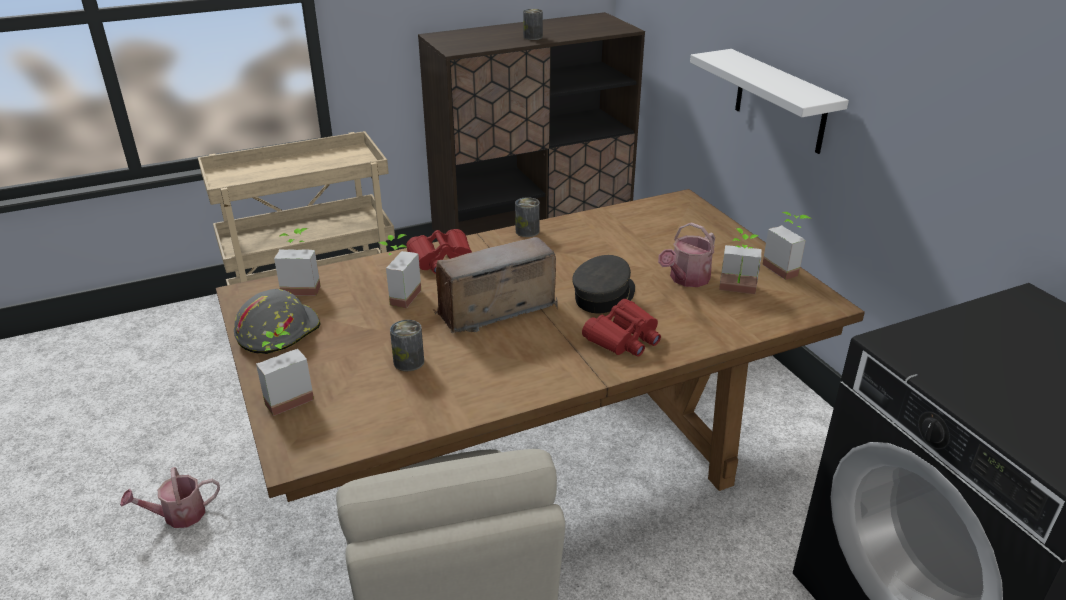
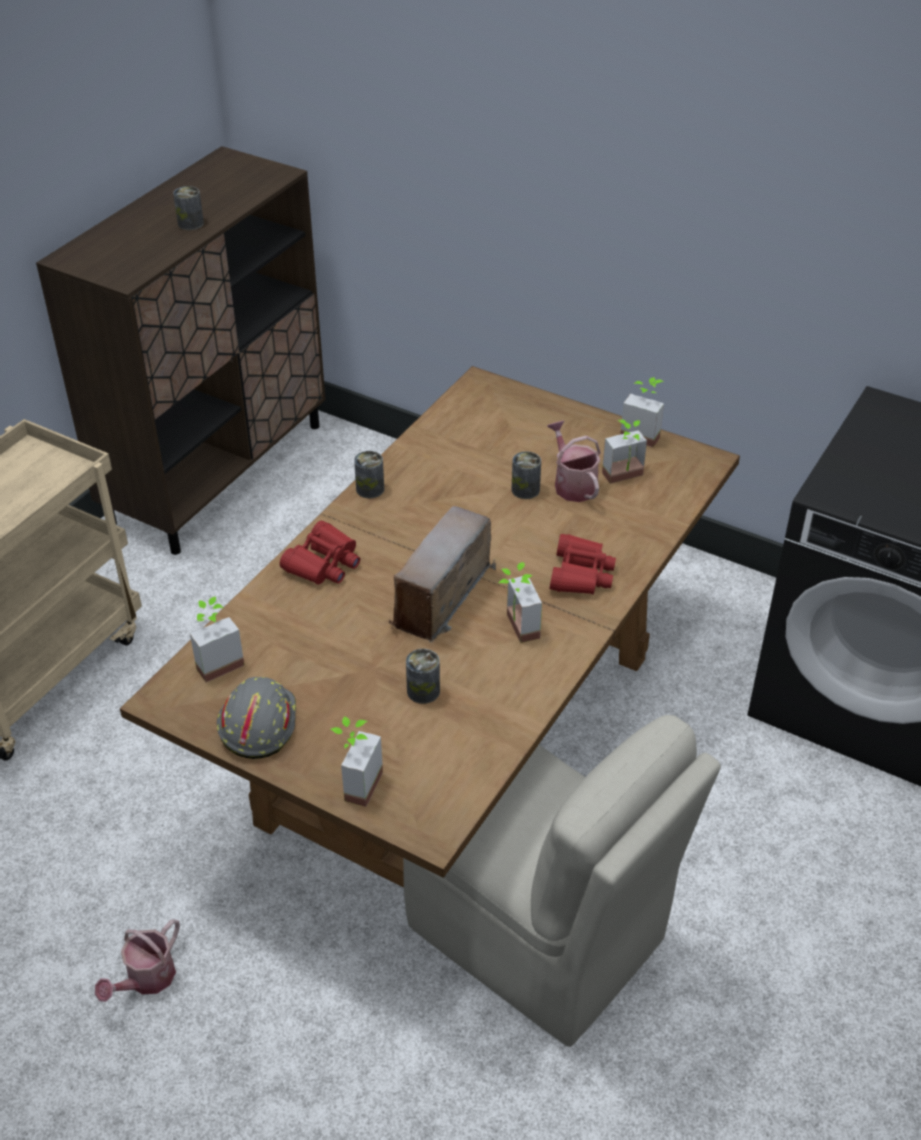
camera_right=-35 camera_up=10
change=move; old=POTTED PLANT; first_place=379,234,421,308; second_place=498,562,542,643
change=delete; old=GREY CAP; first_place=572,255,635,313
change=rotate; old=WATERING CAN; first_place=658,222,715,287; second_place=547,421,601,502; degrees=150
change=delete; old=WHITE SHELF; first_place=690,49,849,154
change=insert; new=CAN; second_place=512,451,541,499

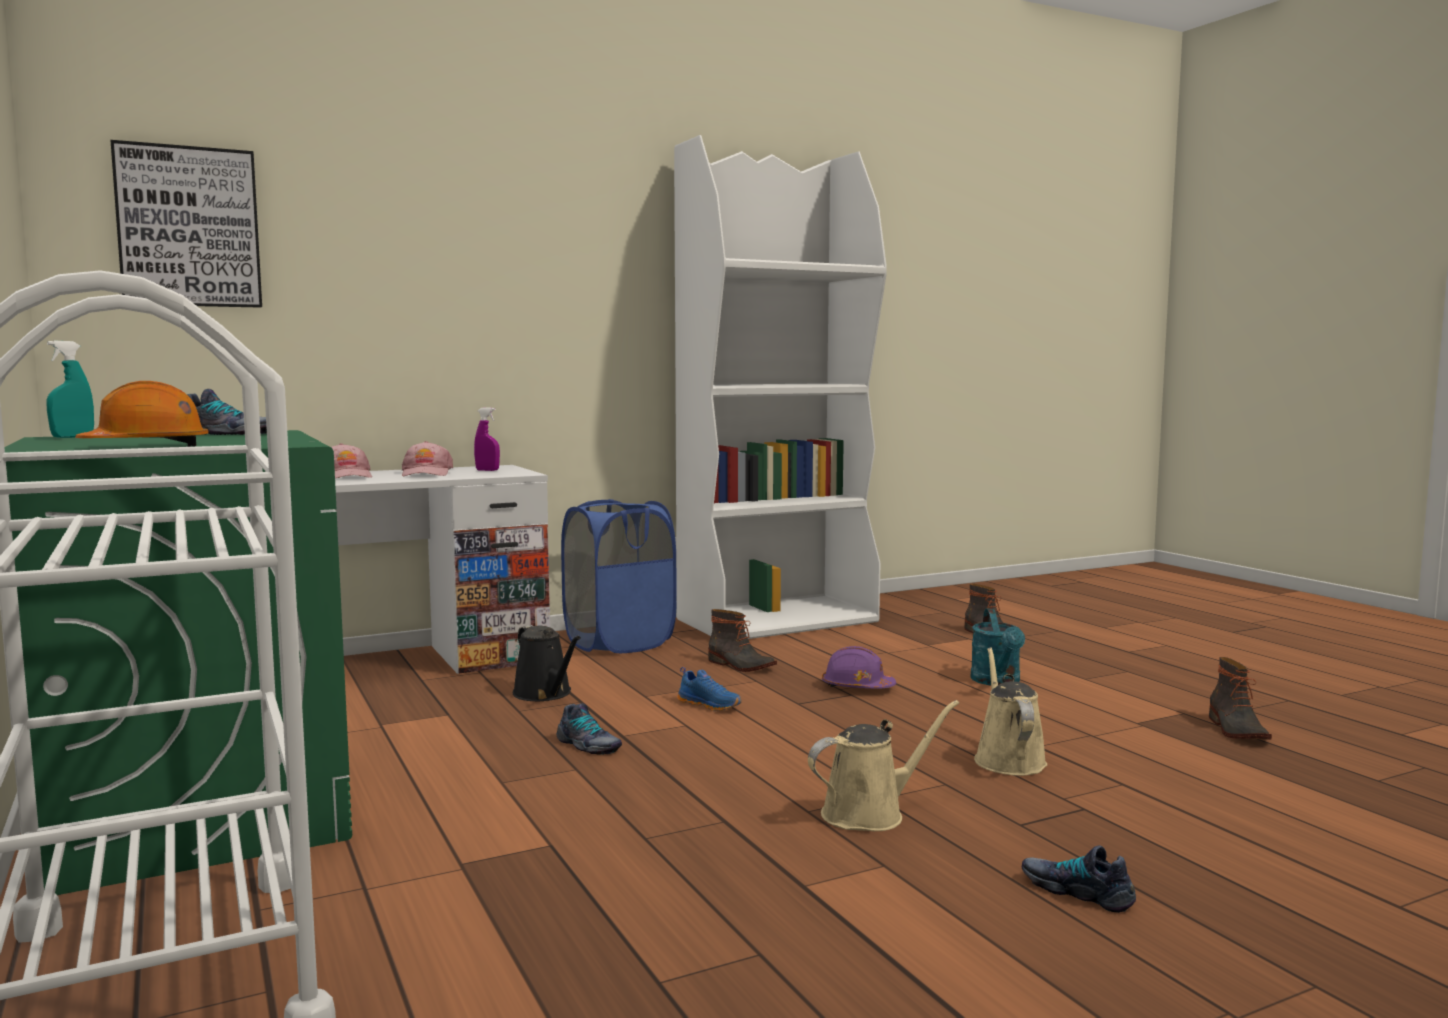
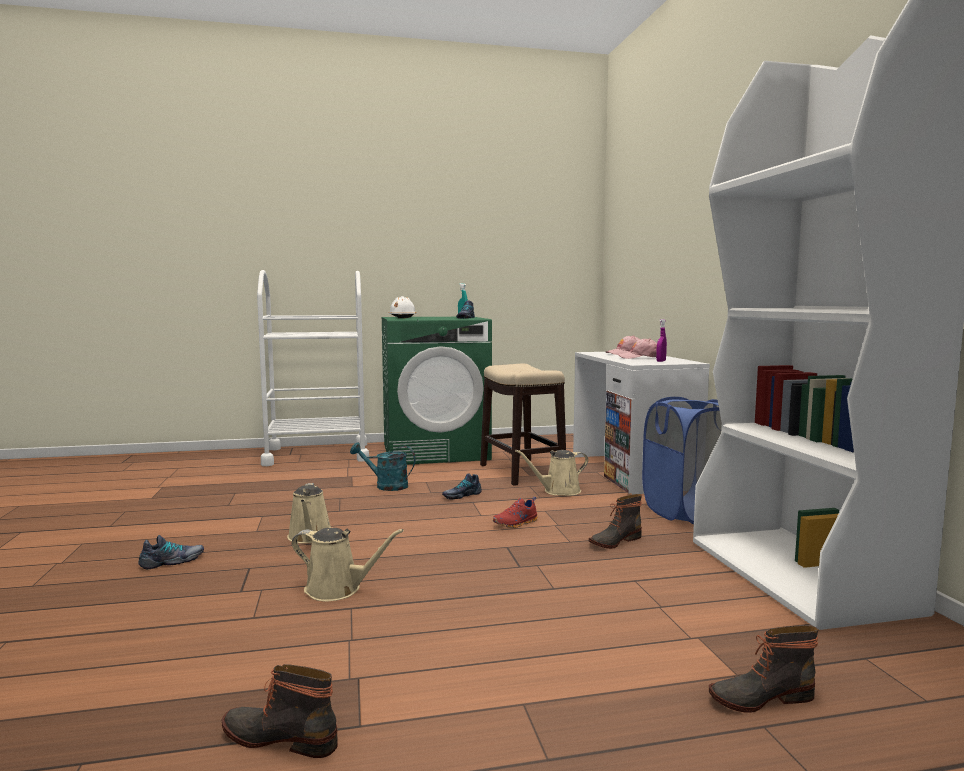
camera_right=105 camera_up=0
change=recolor; old=ORANGE HARD HAT; new=WHITE HARD HAT; first_place=75,381,209,447; second_place=388,296,417,318
change=delete; old=PICTURE; first_place=110,140,262,308
change=recolor; old=BLACK WATERING CAN; new=BEIGE WATERING CAN; first_place=513,625,581,701; second_place=515,450,588,496
change=recolor; old=BLUE SHOE; new=RED SHOE; first_place=677,667,742,711; second_place=493,497,538,528
change=delete; old=PURPLE HARD HAT; first_place=822,646,896,689
change=move; old=TURQUOISE WATERING CAN; first_place=970,608,1025,685; second_place=350,443,416,491
change=insert; new=STOOL; second_place=480,364,566,486

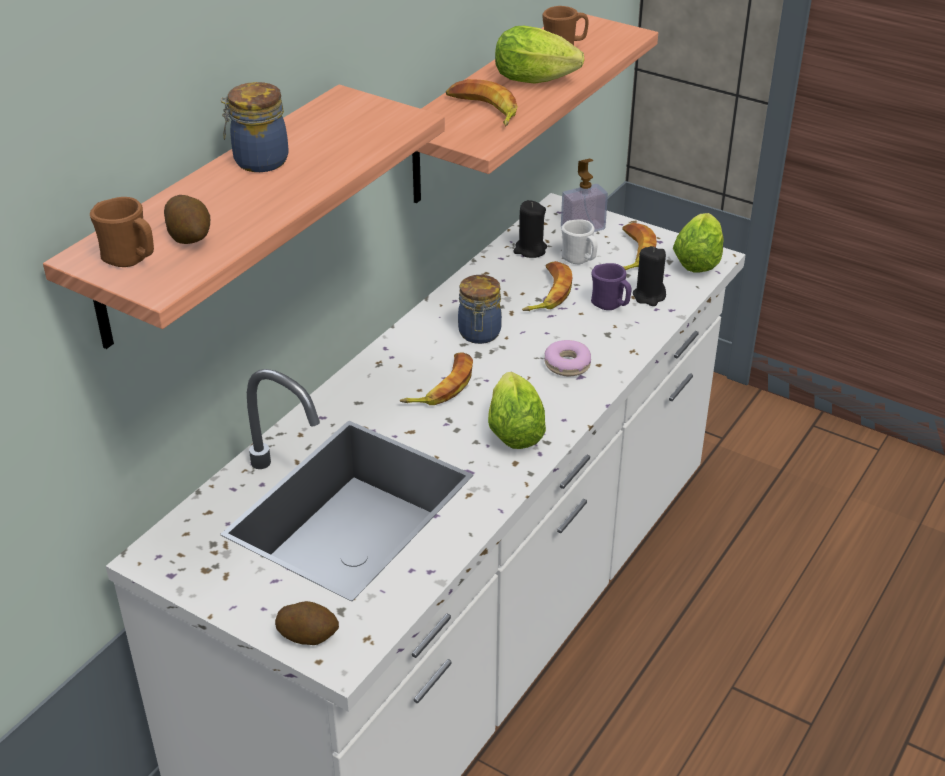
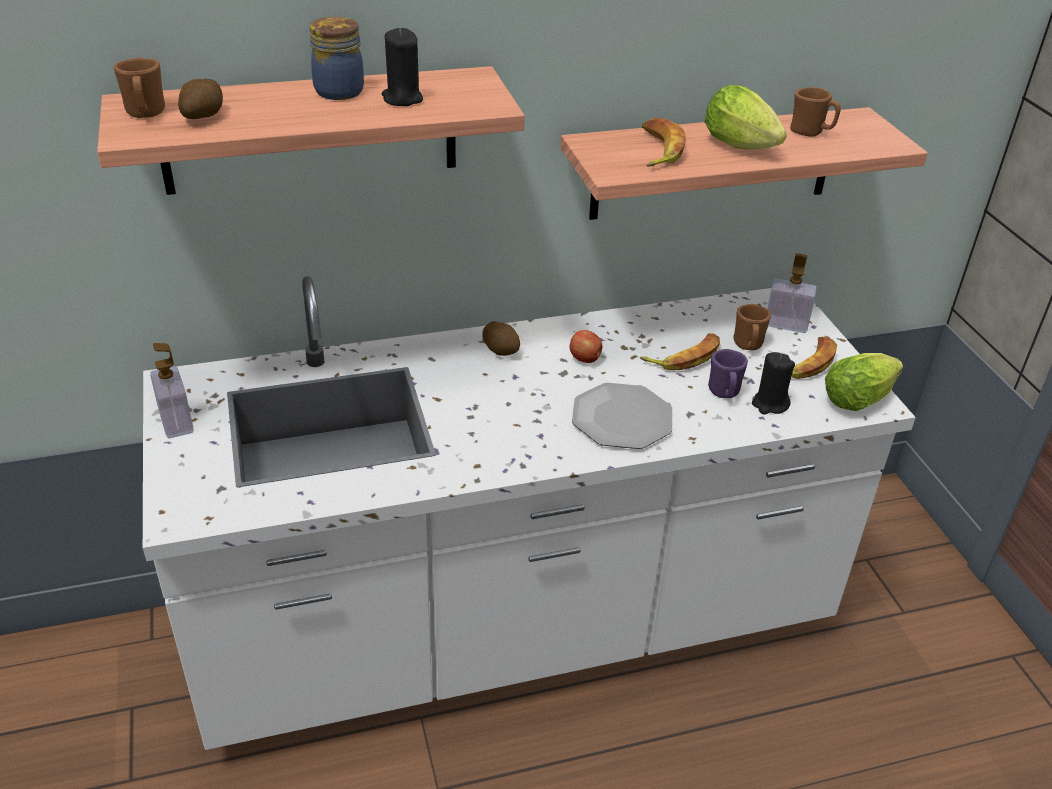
camera_right=40 camera_up=0
change=move; old=POTATO; first_place=275,601,339,645; second_place=483,321,520,356
change=delete; old=BANANA; first_place=400,352,473,405
change=replace; old=JAR; new=APPLE; first_place=458,275,502,344; second_place=570,330,602,363
change=delete; old=LETTUCE; first_place=488,372,546,449
change=move; old=BLACK CANDLE; first_place=513,200,547,258; second_place=382,28,423,106
change=replace; old=DONUT; new=PLATE; first_place=545,340,591,376; second_place=572,383,672,449
change=recolor; old=WHITE MUG; new=BROWN MUG; first_place=561,220,598,264; second_place=734,304,771,350
change=insert; new=SOAP DISPENSER; second_place=150,343,194,438

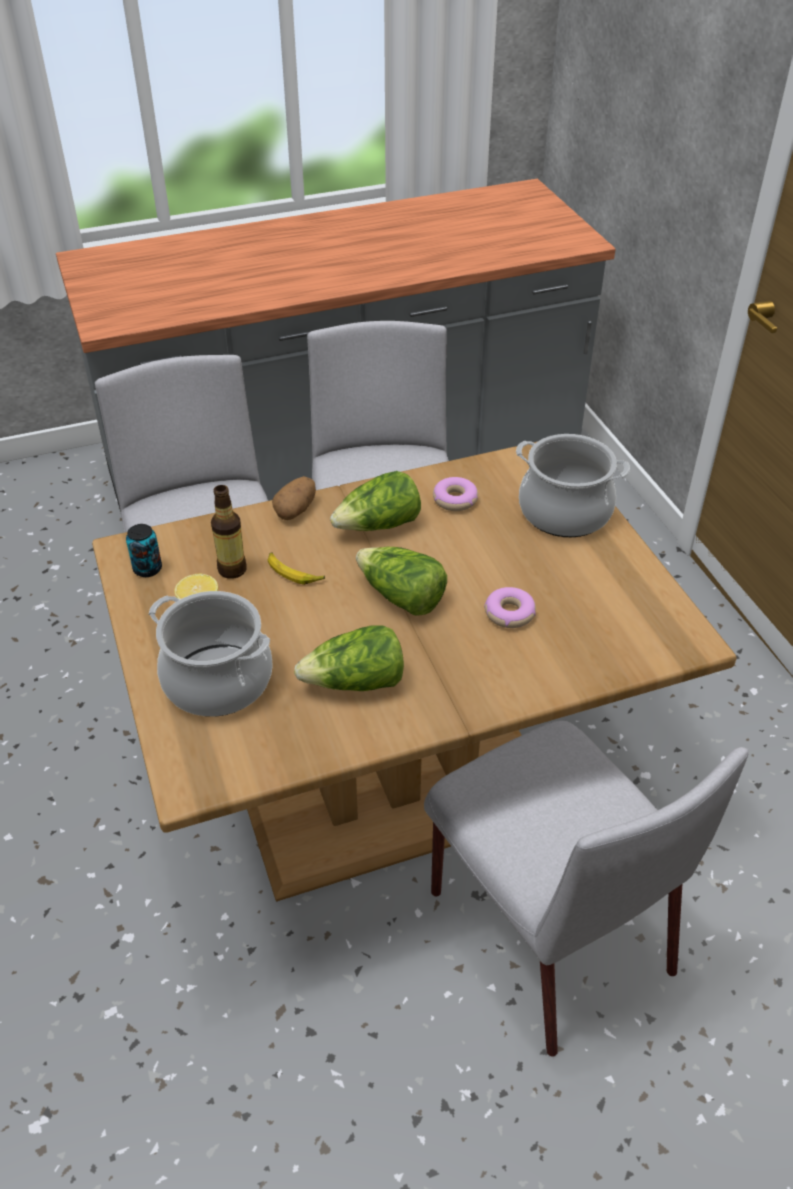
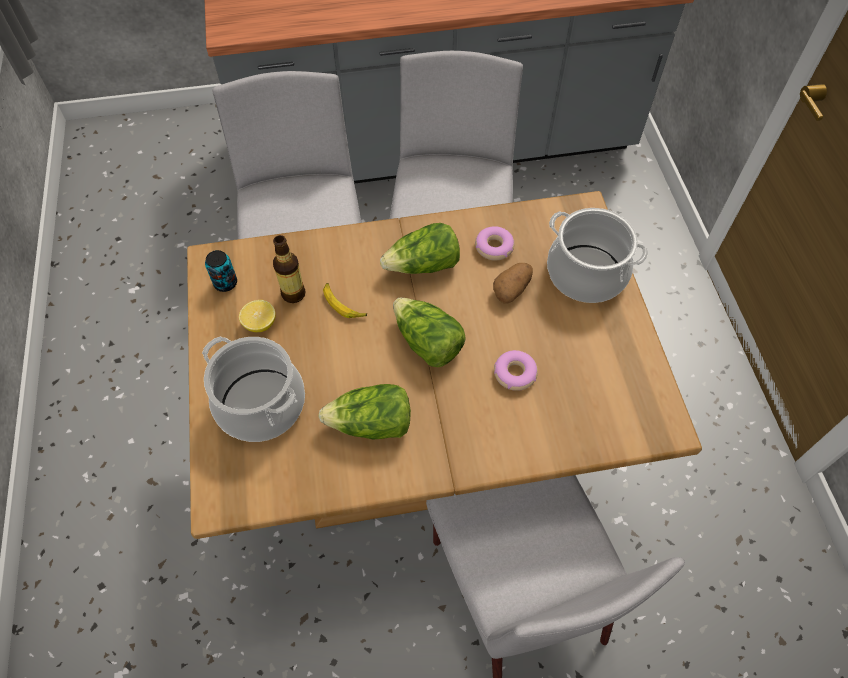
camera_right=10 camera_up=15
change=move; old=POTATO; first_place=272,476,316,520; second_place=493,263,533,304

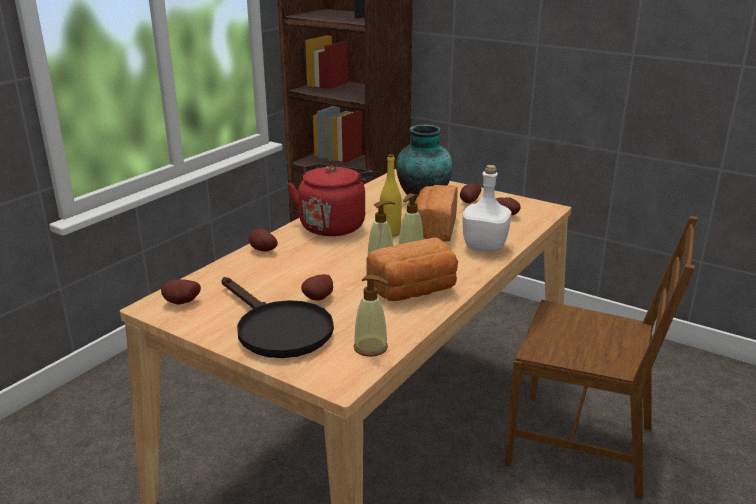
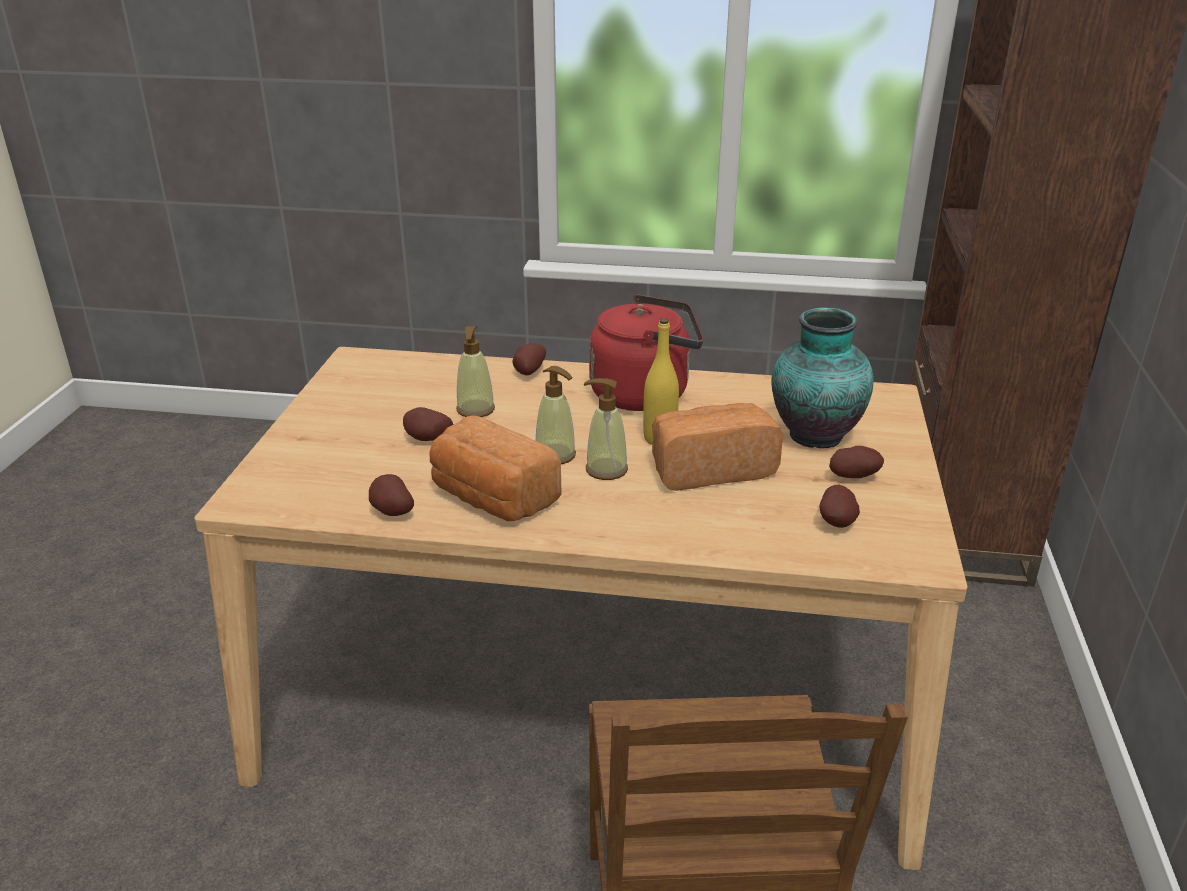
camera_right=65 camera_up=5
change=move; old=POTATO; first_place=161,279,201,305; second_place=369,474,414,516
change=delete; old=BLACK FRYING PAN; first_place=222,277,334,358
change=move; old=SOAP DISPENSER; first_place=353,275,389,357; second_place=456,326,495,417
change=delete; old=WHITE BOTTLE; first_place=462,165,512,252

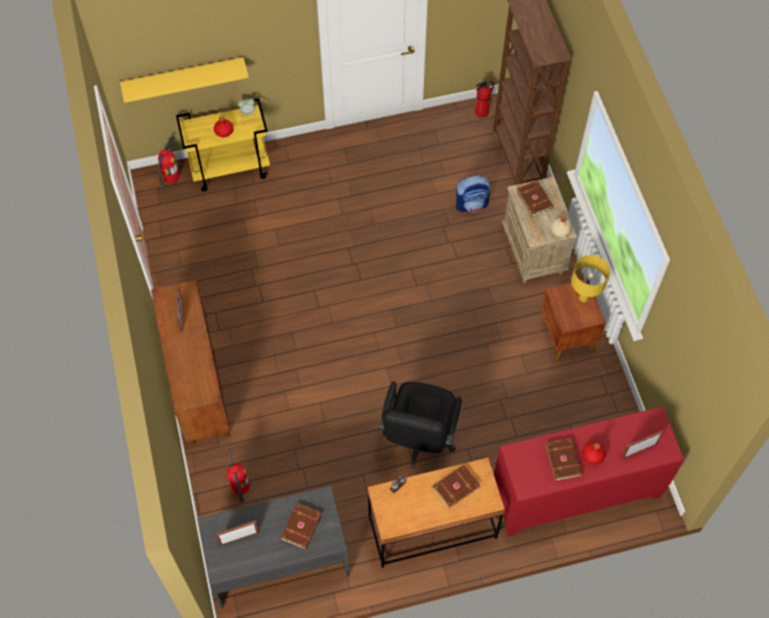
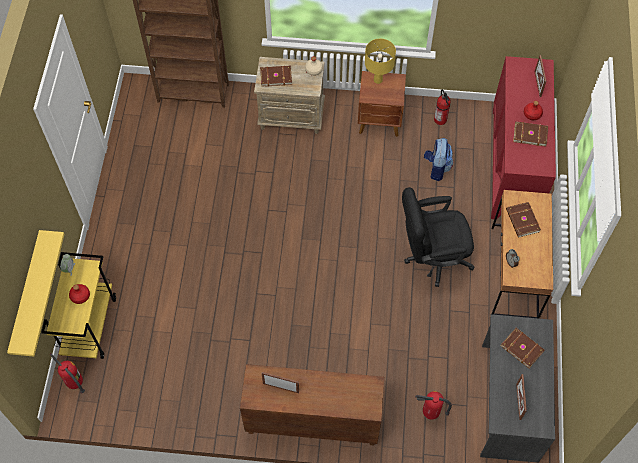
camera_right=-70 camera_up=0
change=rotate; old=BLACK OFFICE CHAIR; first_place=379,381,462,468; second_place=402,187,474,287; degrees=135
change=move; old=BACKPACK; first_place=456,175,491,213; second_place=424,138,453,181
change=move; old=FIRE EXTINGUISHER; first_place=475,81,494,117; second_place=434,89,451,125

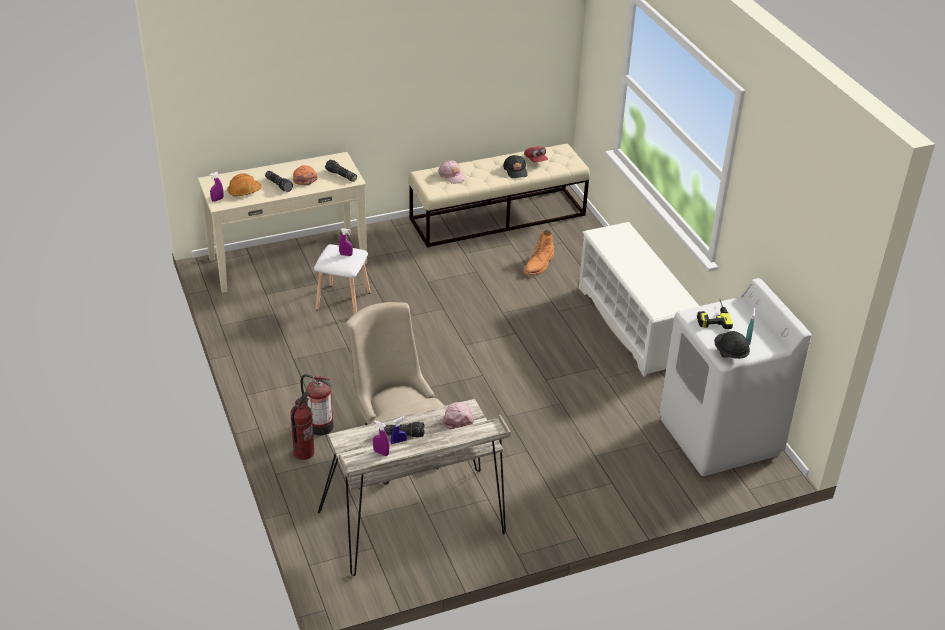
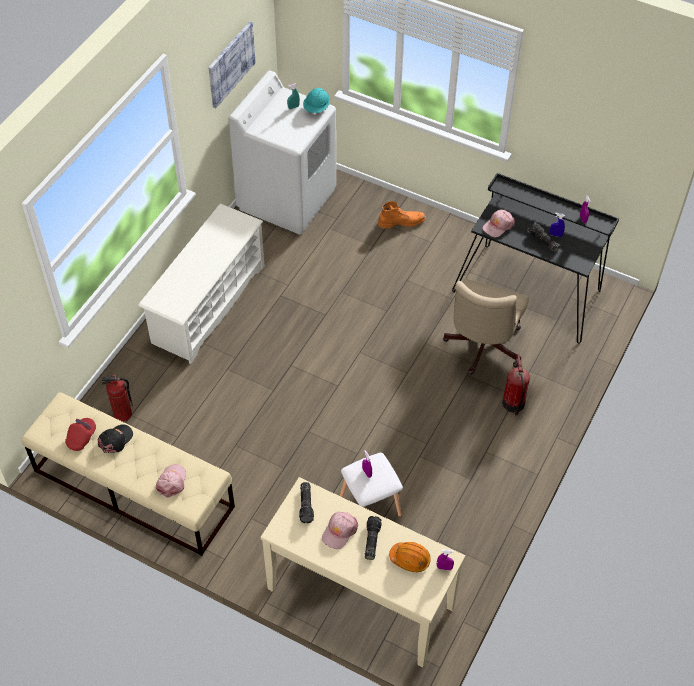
camera_right=-130 camera_up=15
change=move; old=FIRE EXTINGUISHER; first_place=290,391,314,460; second_place=102,375,133,422
change=recolor; old=ORANGE CAP; new=PINK CAP; first_place=293,165,318,186; second_place=322,512,358,549
change=recolor; old=BEIGE DESK; new=BLACK DESK; first_place=318,399,511,576; second_place=452,173,619,344
change=move; old=ORANGE BOOT; first_place=524,229,554,276; second_place=378,201,426,229
change=delete; old=POWER DRILL; first_place=697,299,733,329
change=recolor; old=BLACK HARD HAT; new=TURQUOISE HARD HAT; first_place=714,331,750,359; second_place=303,88,330,113
change=insert; new=PICTURE; second_place=208,22,256,108

